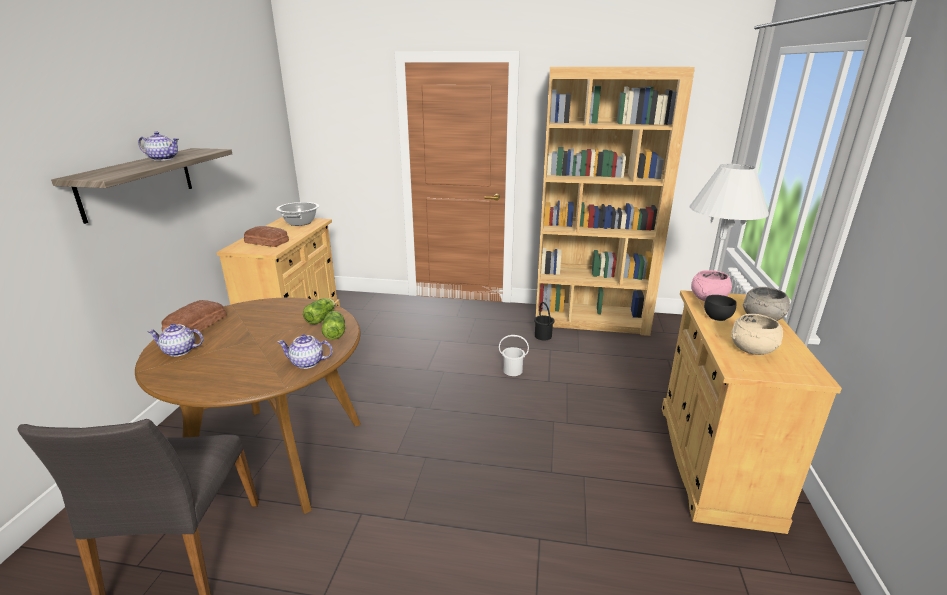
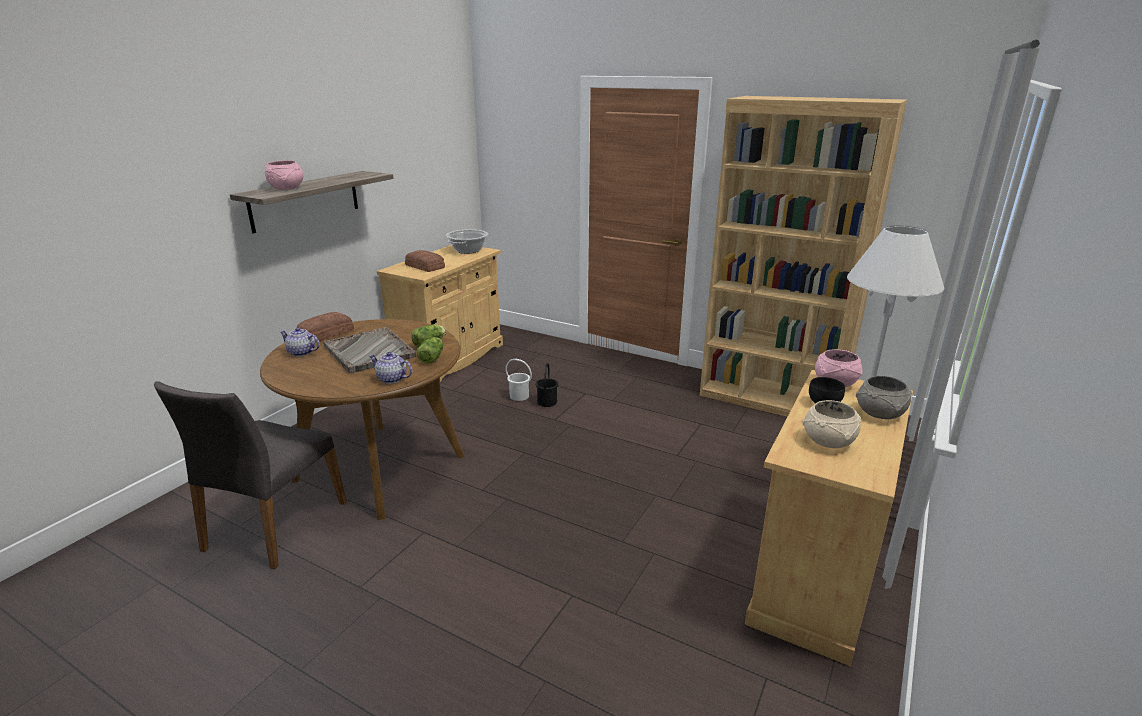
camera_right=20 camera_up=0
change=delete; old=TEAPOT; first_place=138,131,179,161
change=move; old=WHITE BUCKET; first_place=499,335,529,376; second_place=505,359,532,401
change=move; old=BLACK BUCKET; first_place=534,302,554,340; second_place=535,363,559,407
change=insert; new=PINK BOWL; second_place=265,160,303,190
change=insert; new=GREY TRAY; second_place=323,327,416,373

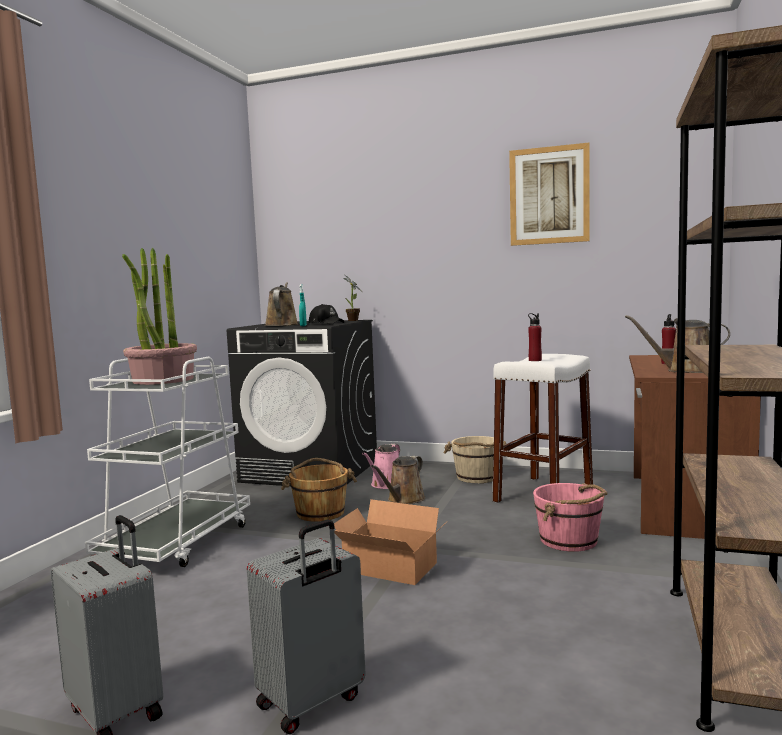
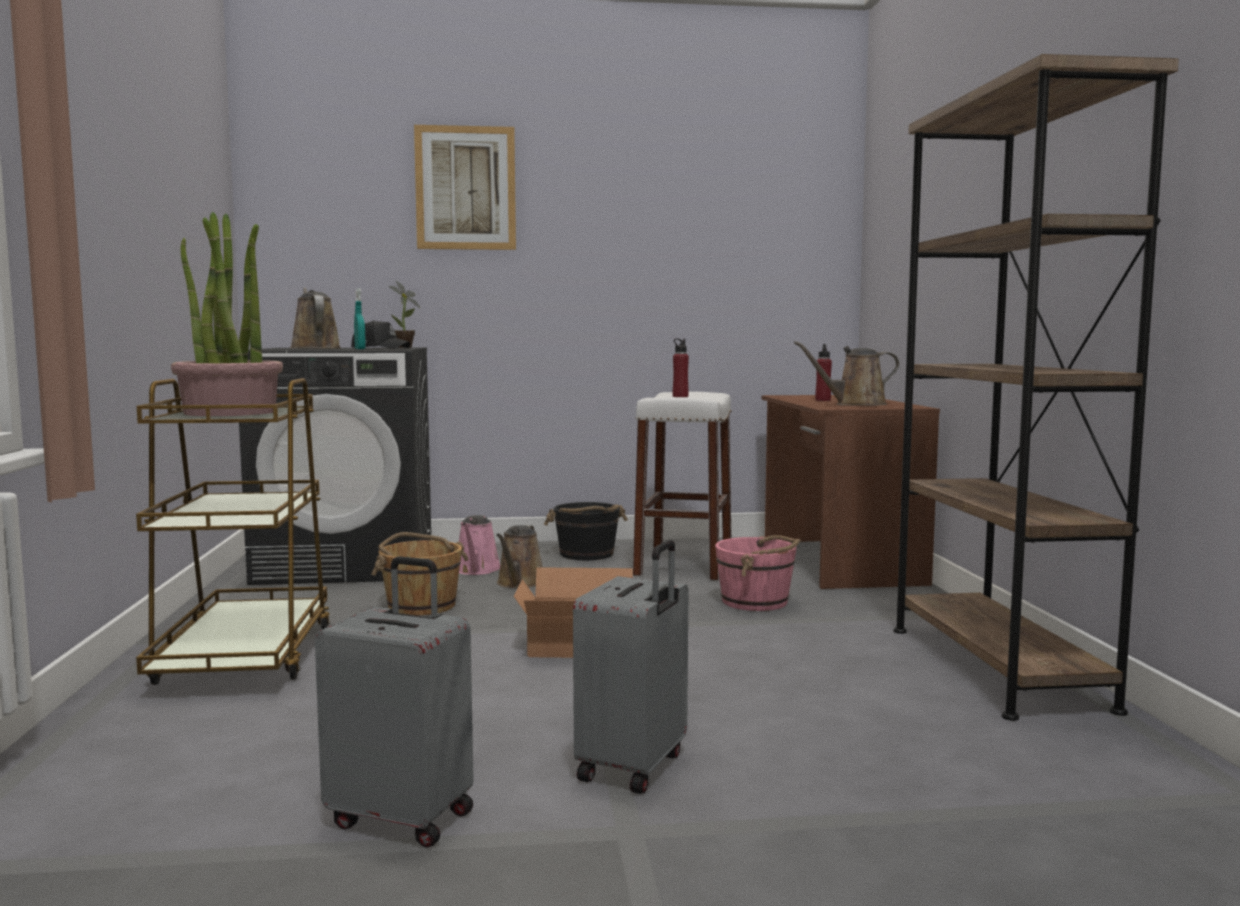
camera_right=-25 camera_up=0
change=recolor; old=WHITE CART; new=BROWN CART; first_place=85,357,250,567; second_place=136,378,331,685
change=recolor; old=BEIGE BUCKET; new=BLACK BUCKET; first_place=444,436,506,483; second_place=544,502,628,560
change=move; old=PICTURE; first_place=509,143,590,246; second_place=414,125,516,250

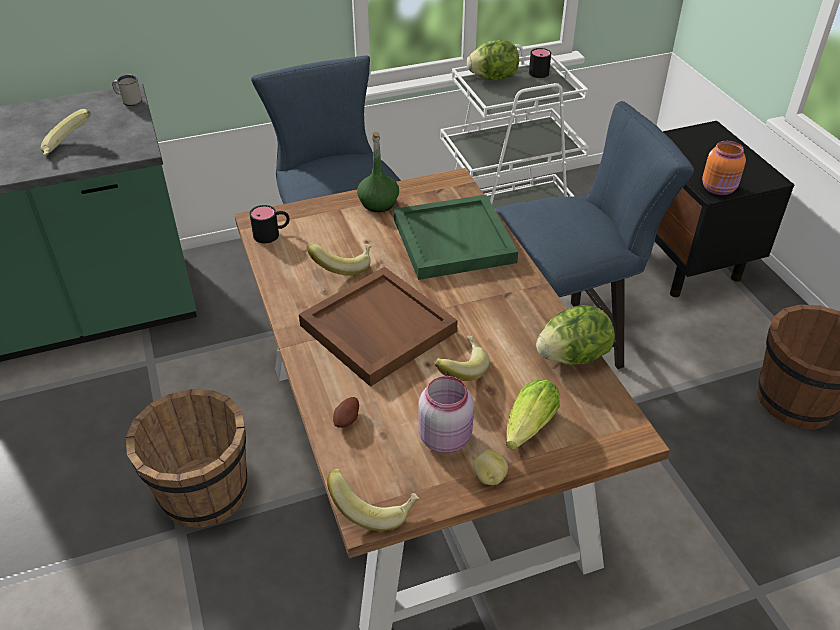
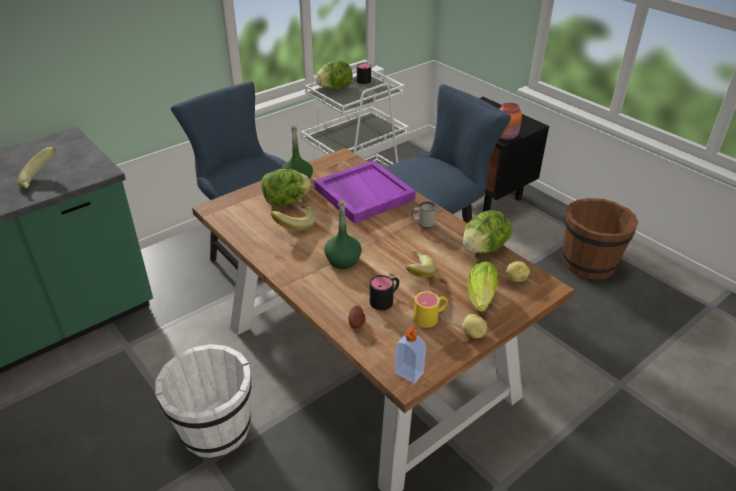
camera_right=-20 camera_up=-5
change=move; old=WHITE MUG; first_place=112,75,142,106; second_place=411,201,437,228
change=recolor; old=BROWN BUCKET; new=WHITE BUCKET; first_place=126,389,247,528; second_place=155,344,252,458
change=move; old=BLACK MUG; first_place=250,205,290,243; second_place=370,275,399,310
change=replace; old=BROWN TRAY; new=GREEN BOTTLE; first_place=299,267,458,387; second_place=324,200,362,269
change=replace; old=BANANA; new=SOAP DISPENSER; first_place=327,468,419,531; second_place=394,325,426,384
change=recolor; old=GREEN TRAY; new=PURPLE TRAY; first_place=394,195,518,280; second_place=314,160,416,224
change=replace; old=PINK JAR; new=YELLOW MUG; first_place=418,376,474,453; second_place=414,291,448,328
change=insert; new=LETTUCE; second_place=262,169,311,206
change=insert; new=POTATO; second_place=506,261,530,282

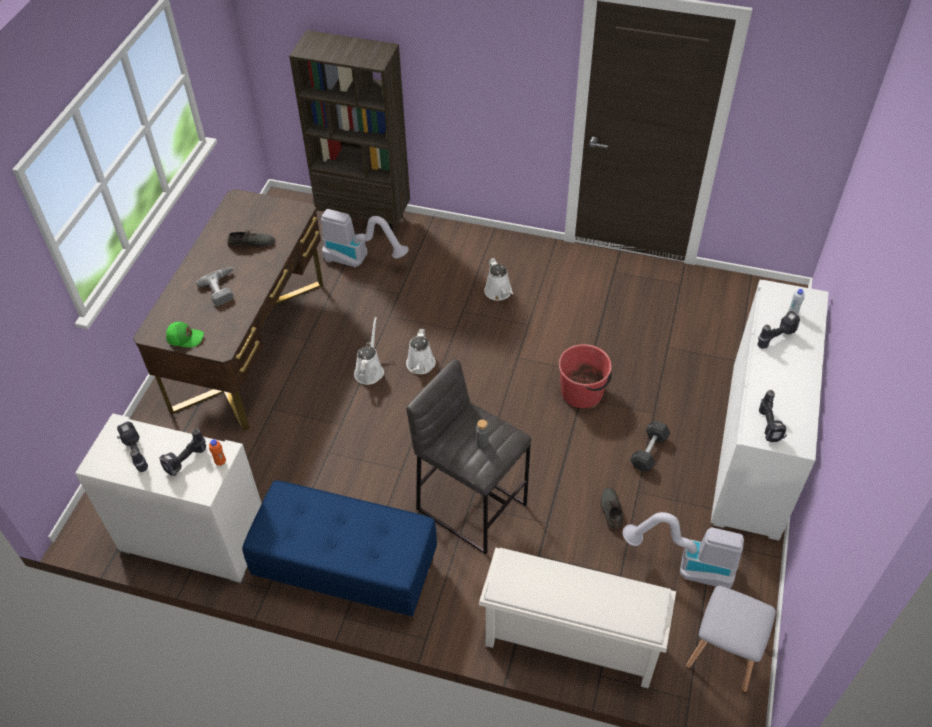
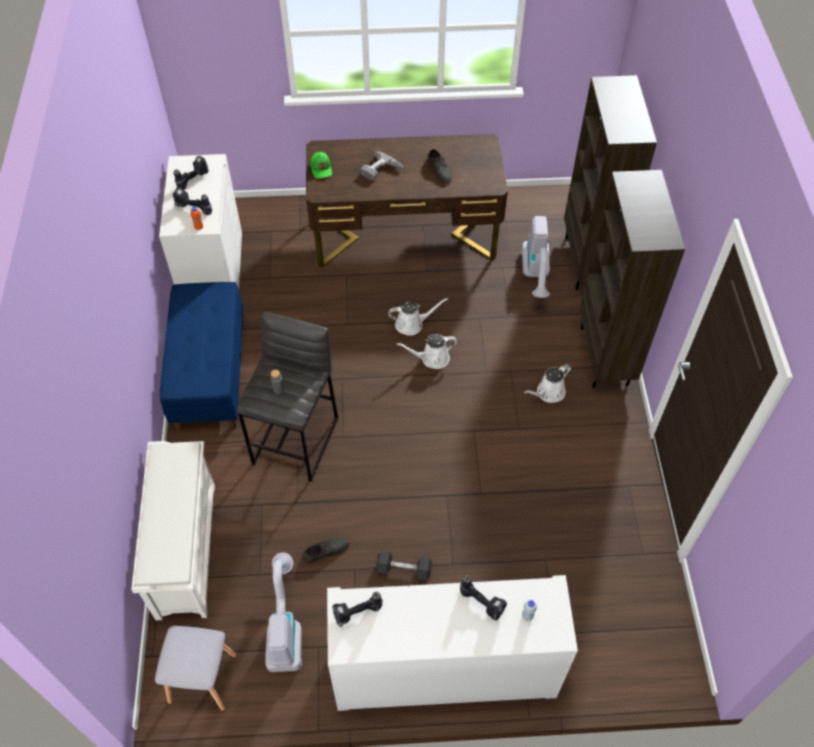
camera_right=70 camera_up=5
change=delete; old=RED BUCKET; first_place=559,344,612,408
change=insert; new=BROWN BOOKCASE; second_place=580,170,685,388

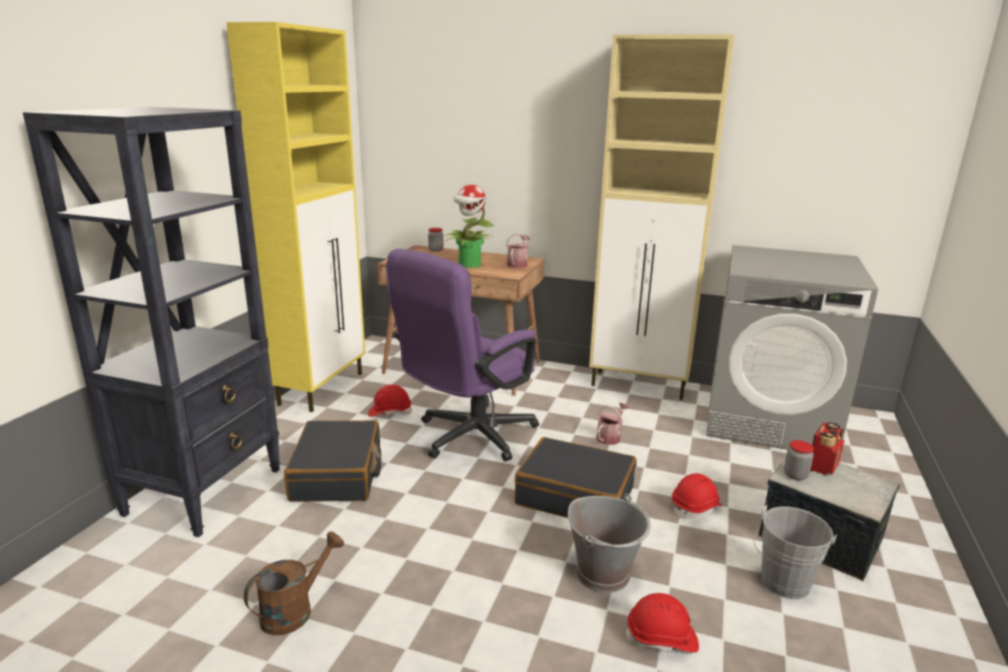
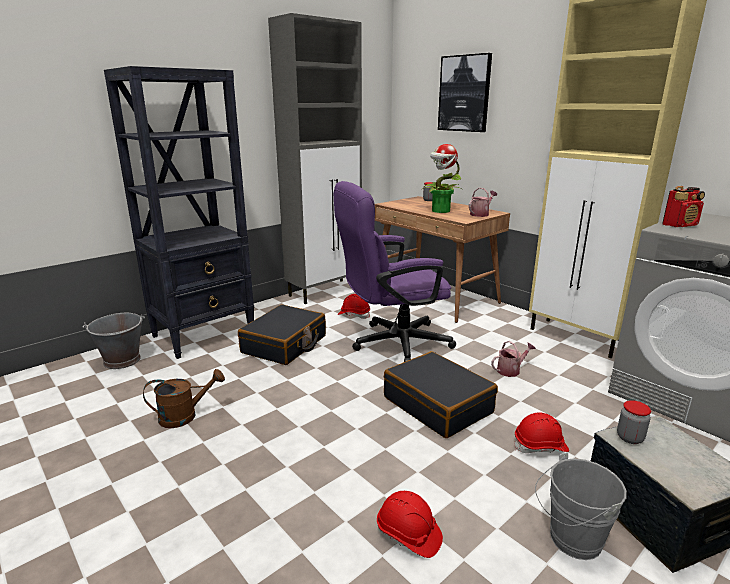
camera_right=30 camera_up=0
change=recolor; old=YELLOW CABINET; new=GREY CABINET; first_place=226,22,365,412; second_place=268,13,362,304
change=move; old=GREY BUCKET; first_place=568,493,651,593; second_place=83,313,145,369
change=move; old=RADIO; first_place=810,422,845,475; second_place=662,186,705,227
change=insert; new=PICTURE; second_place=438,53,492,132

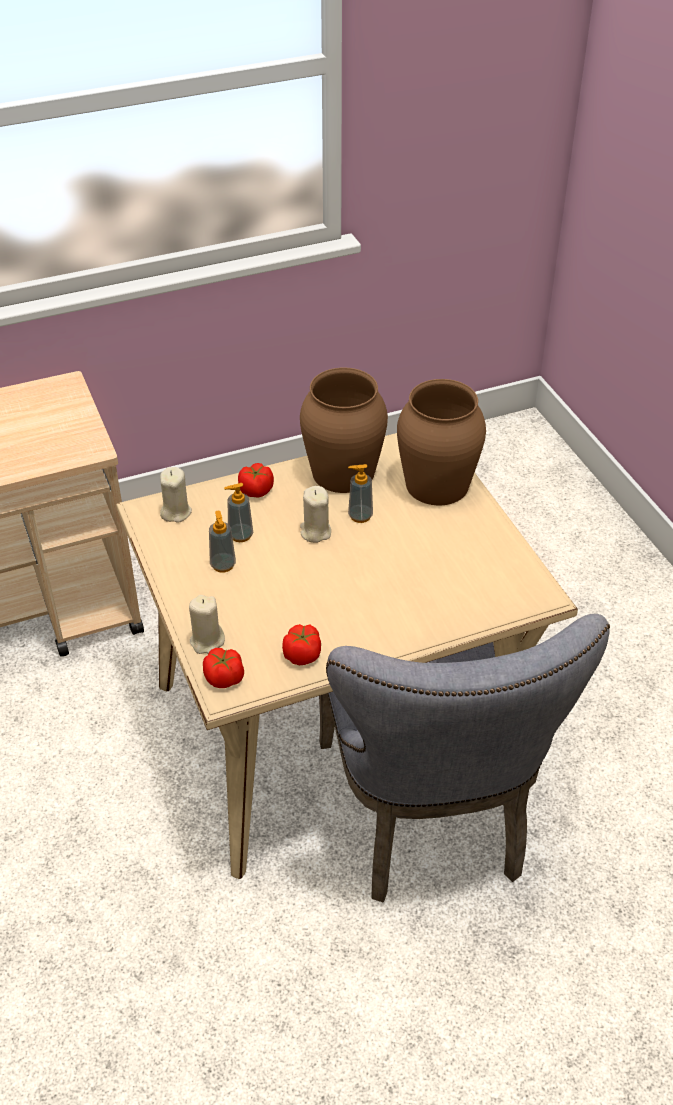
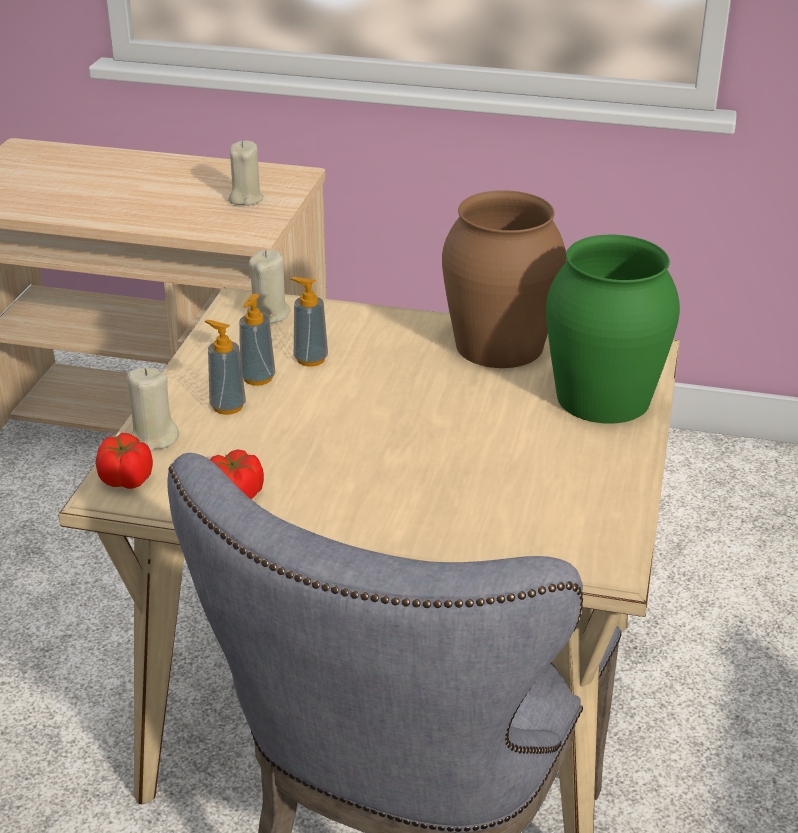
camera_right=35 camera_up=-10
change=delete; old=TOMATO; first_place=238,463,274,497
change=move; old=BEIGE CANDLE; first_place=300,486,331,543; second_place=228,141,264,206
change=move; old=SOAP DISPENSER; first_place=348,464,373,523; second_place=205,320,246,415
change=recolor; old=BROWN VASE; new=GREEN VASE; first_place=397,379,486,505; second_place=546,235,680,424

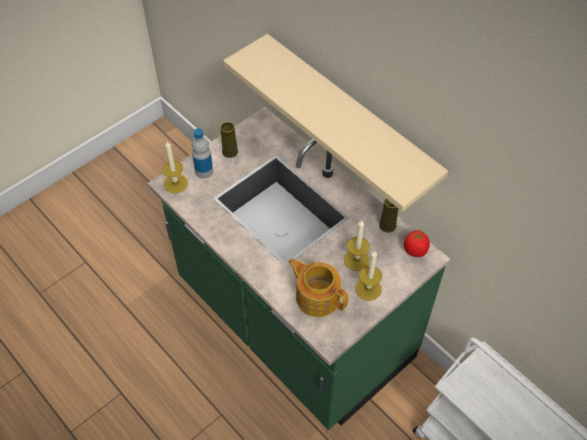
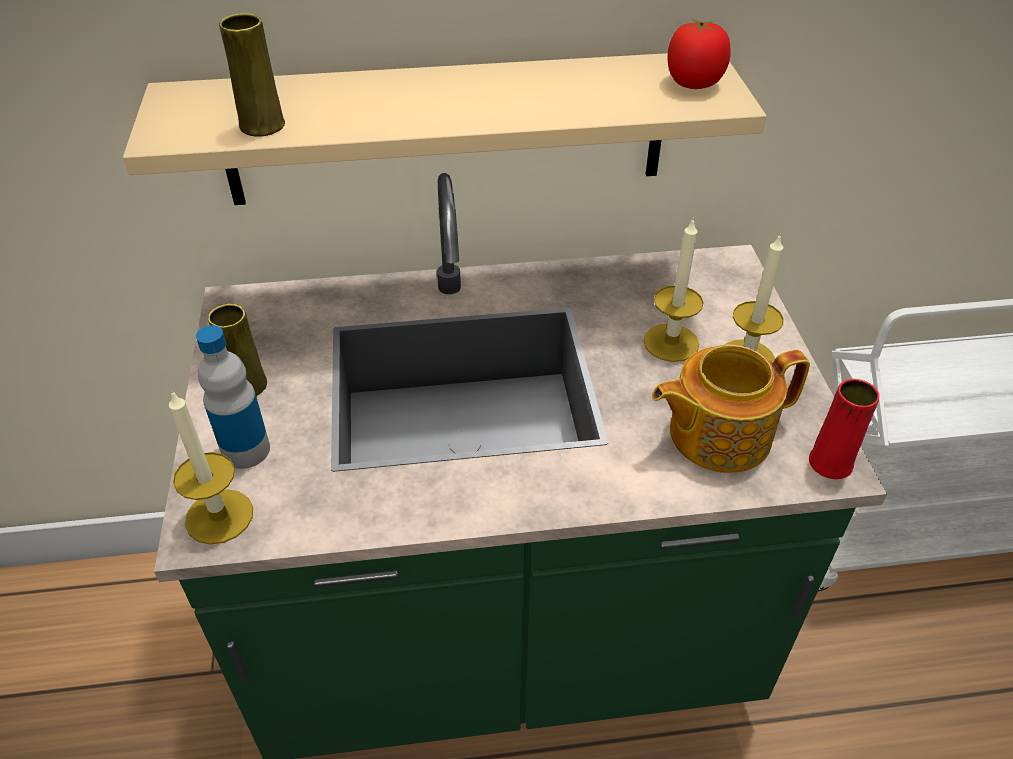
camera_right=-55 camera_up=-10
change=move; old=YELLOW VASE; first_place=379,198,398,232; second_place=219,13,285,137
change=move; old=TOMATO; first_place=404,230,430,257; second_place=668,19,731,89
change=insert; new=RED VASE; second_place=809,379,879,479

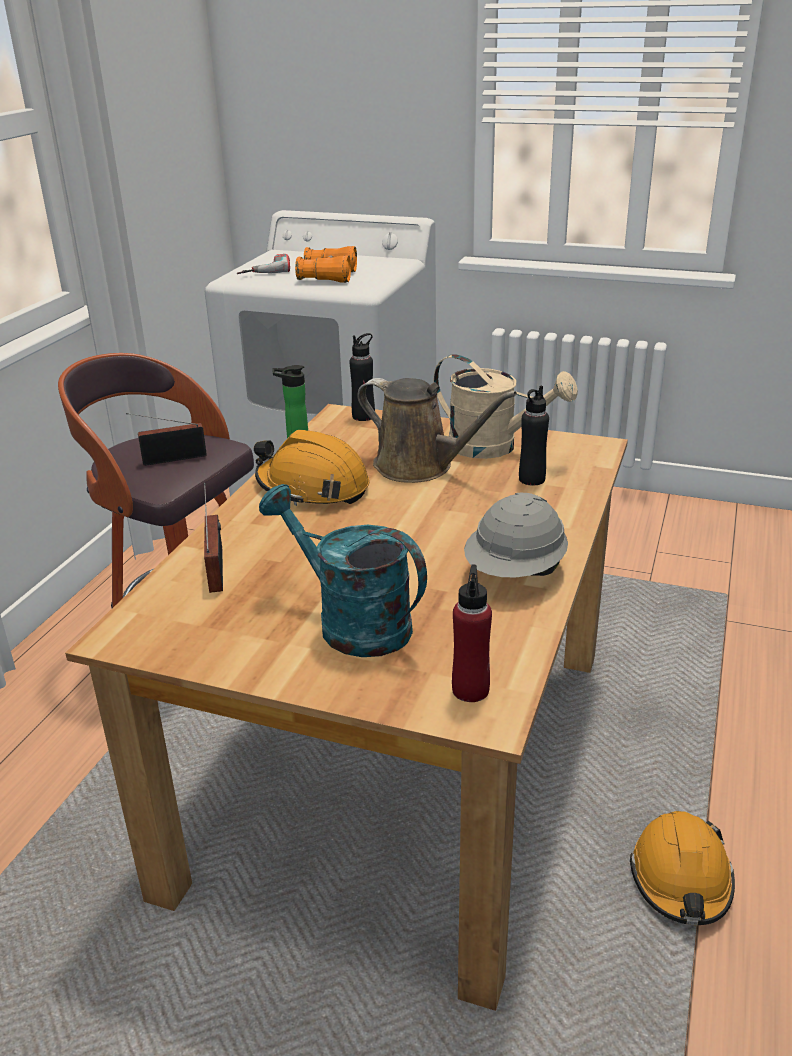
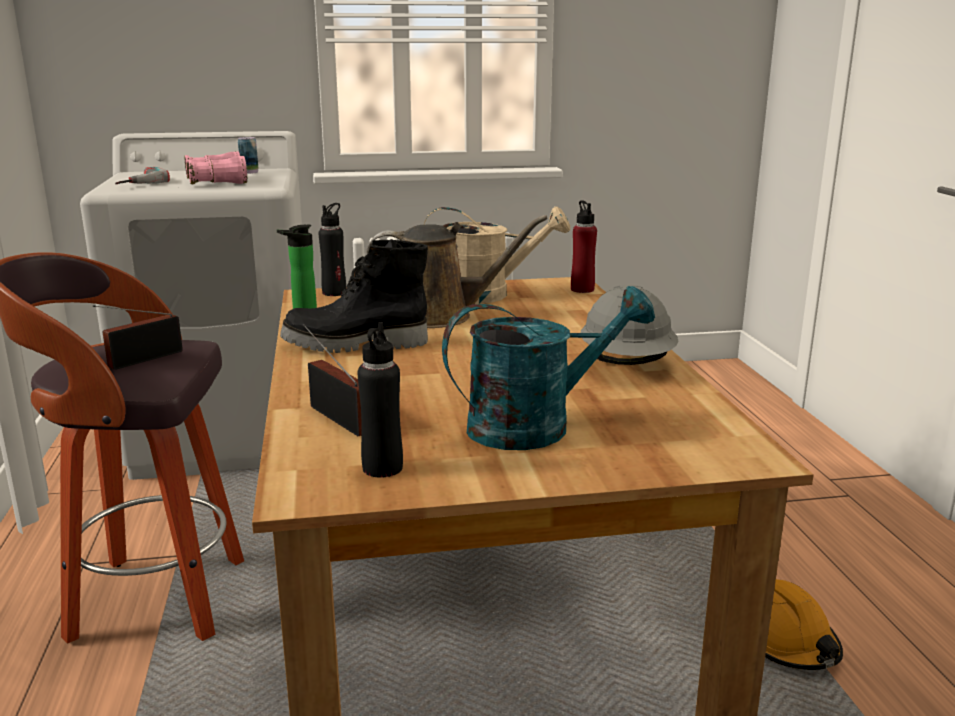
camera_right=-30 camera_up=-10
change=replace; old=ORANGE HARD HAT; new=BLACK BOOT; first_place=254,430,369,506; second_place=280,239,428,353
change=rotate; old=TURQUOISE WATERING CAN; first_place=259,484,427,657; second_place=442,286,655,450; degrees=150
change=recolor; old=ORANGE BINOCULARS; new=PINK BINOCULARS; first_place=295,246,357,283; second_place=185,151,247,184
change=move; old=RED BOTTLE; first_place=452,565,492,702; second_place=571,200,597,293
change=move; old=BLACK BOTTLE; first_place=519,386,549,486; second_place=358,322,403,478
change=insert; new=CAN; second_place=238,137,258,174

